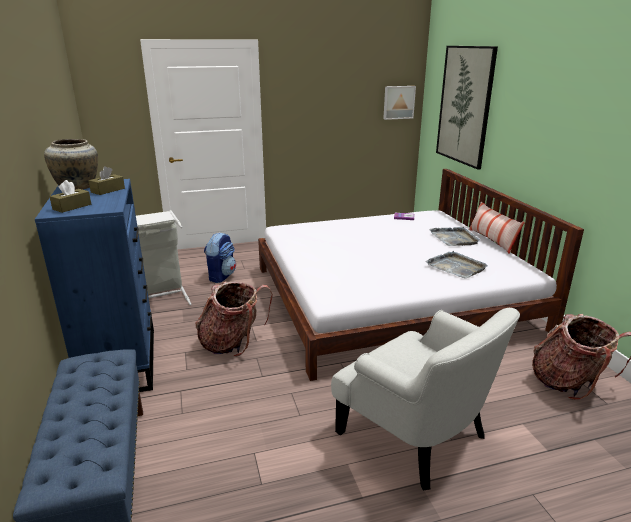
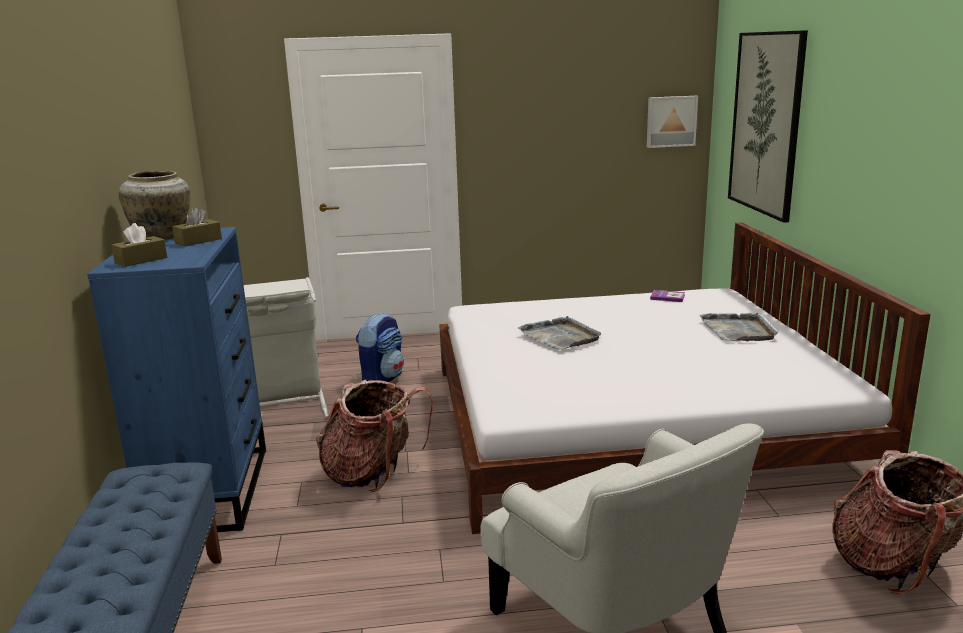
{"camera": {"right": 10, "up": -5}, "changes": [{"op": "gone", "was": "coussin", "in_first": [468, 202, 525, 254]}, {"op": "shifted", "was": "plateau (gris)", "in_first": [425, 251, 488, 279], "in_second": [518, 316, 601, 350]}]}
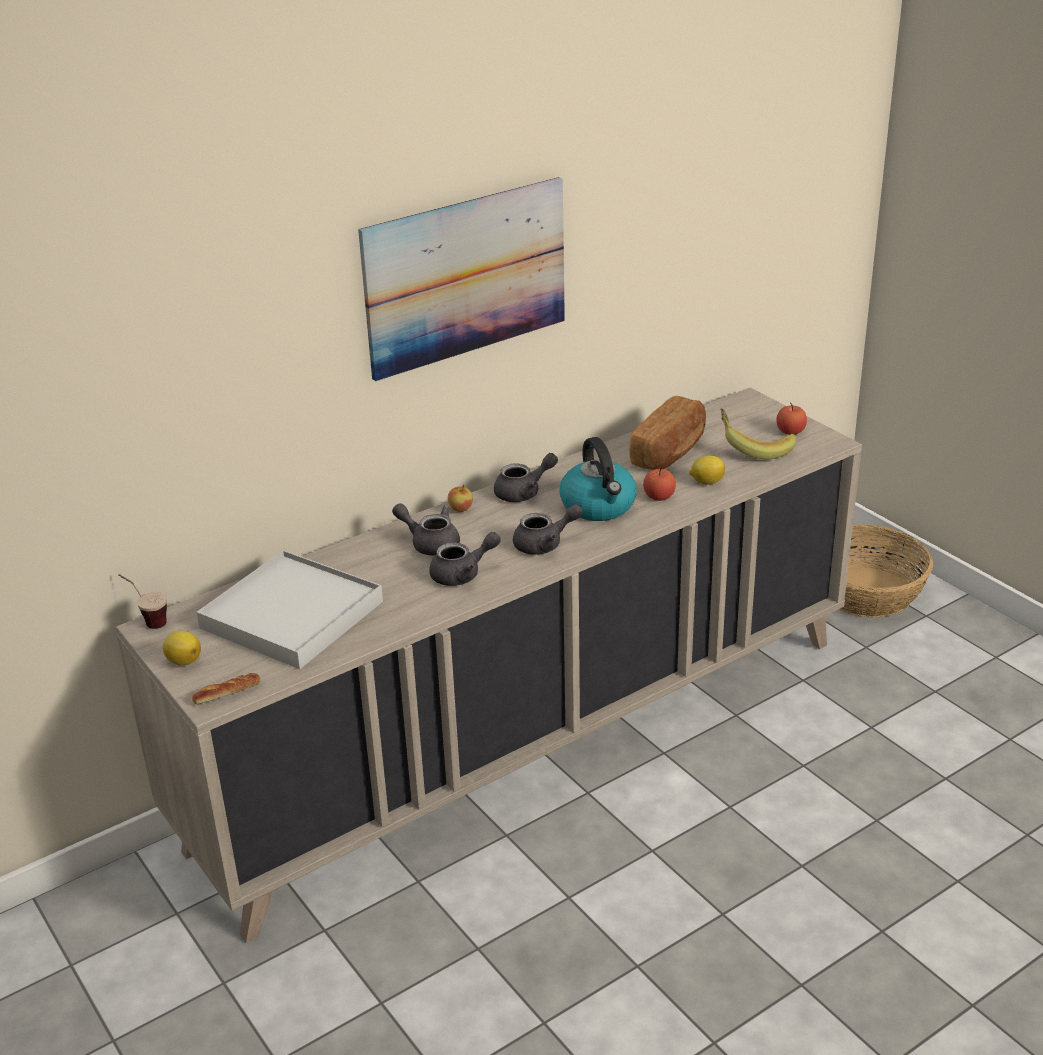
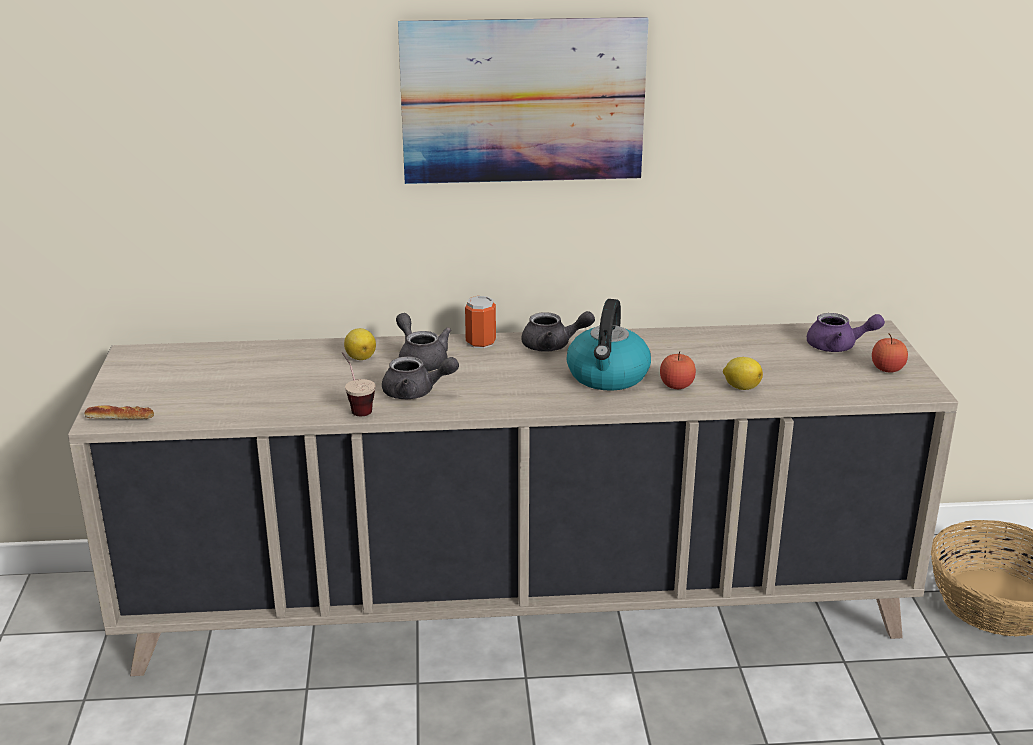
{"camera": {"right": 30, "up": -5}, "changes": [{"op": "gone", "was": "plateau (blanc)", "in_first": [197, 550, 383, 669]}, {"op": "gone", "was": "théière (gris)", "in_first": [513, 504, 583, 555]}, {"op": "gone", "was": "pain", "in_first": [629, 396, 706, 470]}, {"op": "gone", "was": "banane", "in_first": [720, 409, 796, 460]}, {"op": "new", "now": "théière (violet)", "in_second": [807, 313, 885, 352]}, {"op": "shifted", "was": "tasse", "in_first": [118, 574, 167, 629], "in_second": [342, 352, 376, 416]}, {"op": "shifted", "was": "citron", "in_first": [163, 631, 201, 665], "in_second": [344, 328, 376, 360]}, {"op": "swapped", "was": "pomme", "now": "boîte métallique", "in_first": [448, 485, 473, 512], "in_second": [465, 296, 496, 348]}]}
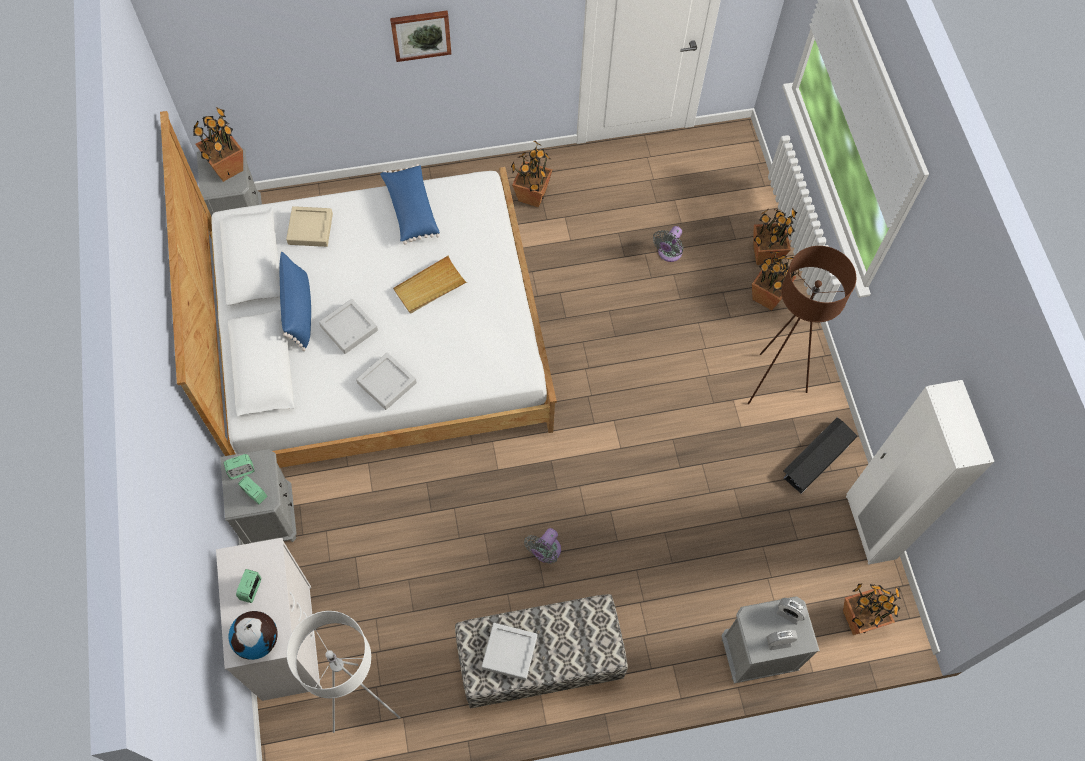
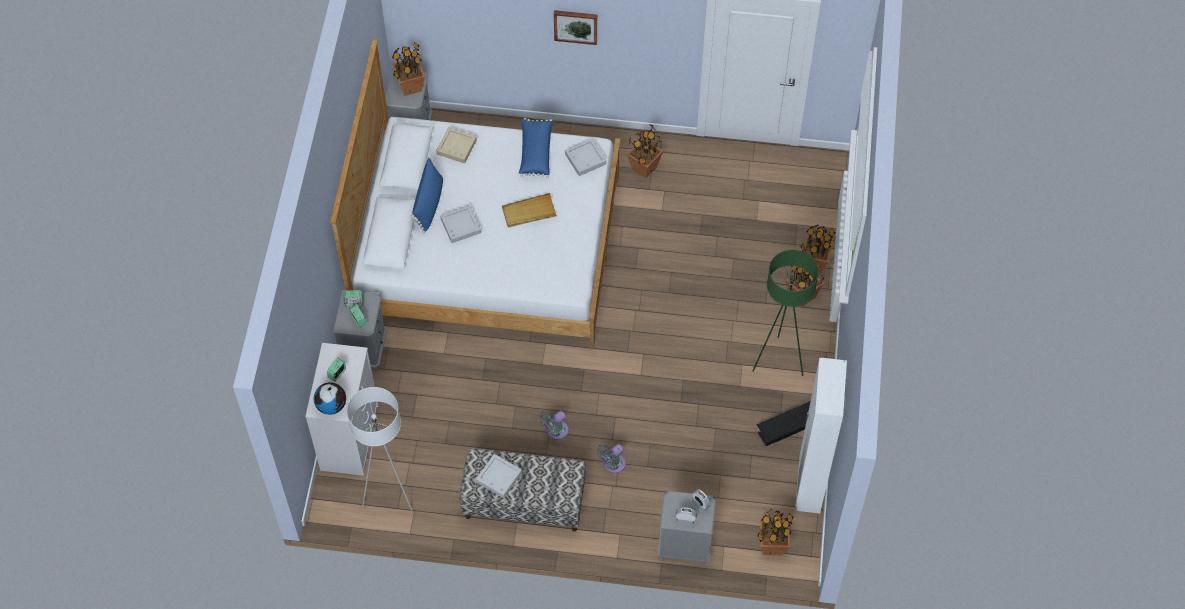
{"camera": {"right": 20, "up": -5}, "changes": [{"op": "shifted", "was": "plateau (gris)", "in_first": [356, 352, 417, 410], "in_second": [565, 138, 606, 176]}, {"op": "shifted", "was": "ventilateur (gris)", "in_first": [653, 226, 683, 262], "in_second": [597, 444, 626, 473]}, {"op": "repainted", "was": "lampadaire (marron)", "now": "lampadaire (vert)", "in_first": [748, 246, 856, 404], "in_second": [752, 250, 819, 376]}]}
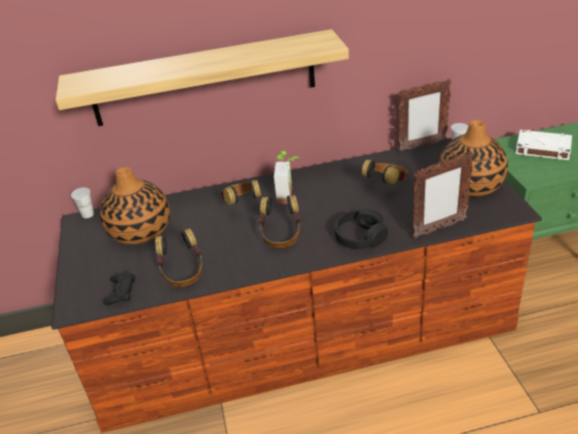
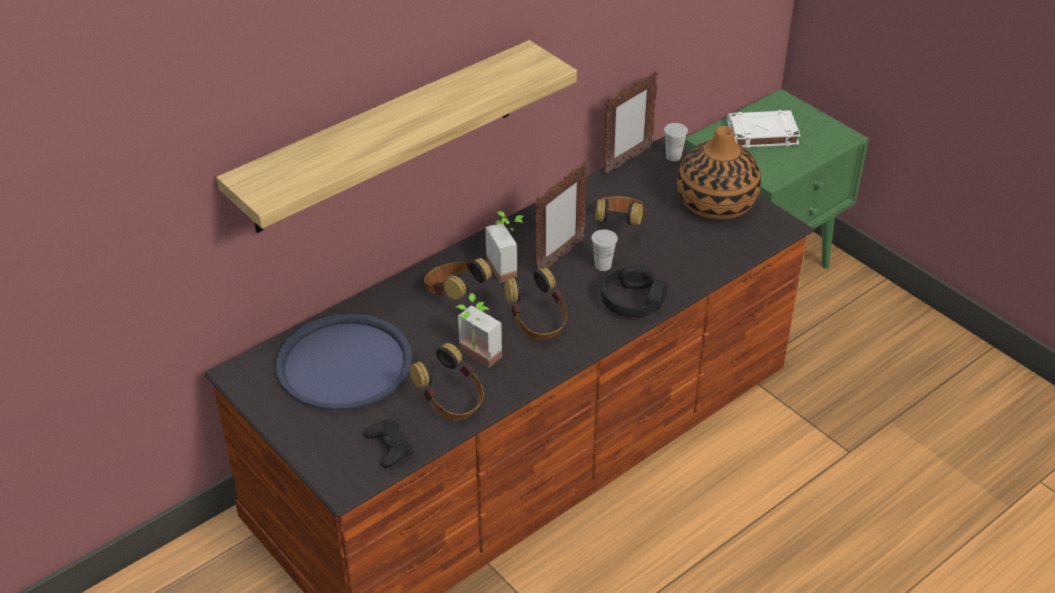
{"camera": {"right": -30, "up": 5}, "changes": [{"op": "new", "now": "plante en pot", "in_second": [456, 293, 502, 367]}, {"op": "shifted", "was": "tasse (blanc)", "in_first": [71, 188, 94, 218], "in_second": [591, 229, 618, 271]}, {"op": "shifted", "was": "cadre photo", "in_first": [412, 151, 474, 239], "in_second": [534, 161, 588, 270]}, {"op": "swapped", "was": "vase", "now": "plateau (bleu)", "in_first": [100, 167, 170, 245], "in_second": [276, 314, 412, 411]}]}
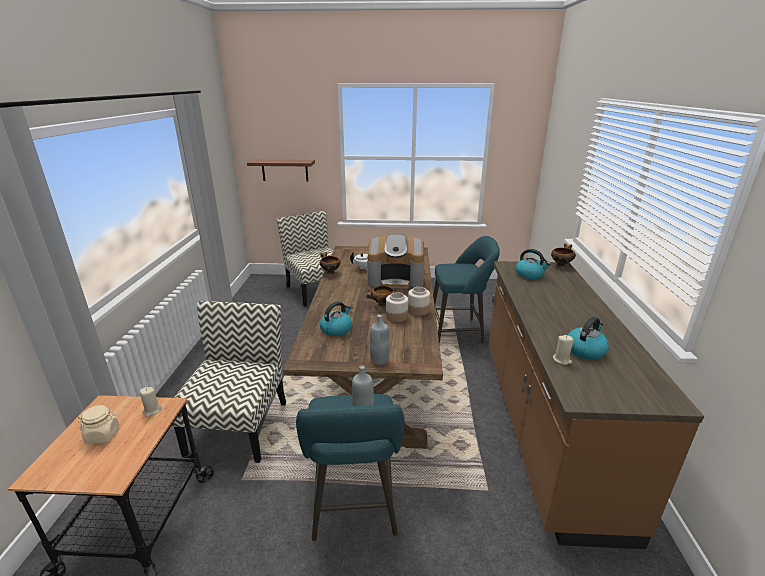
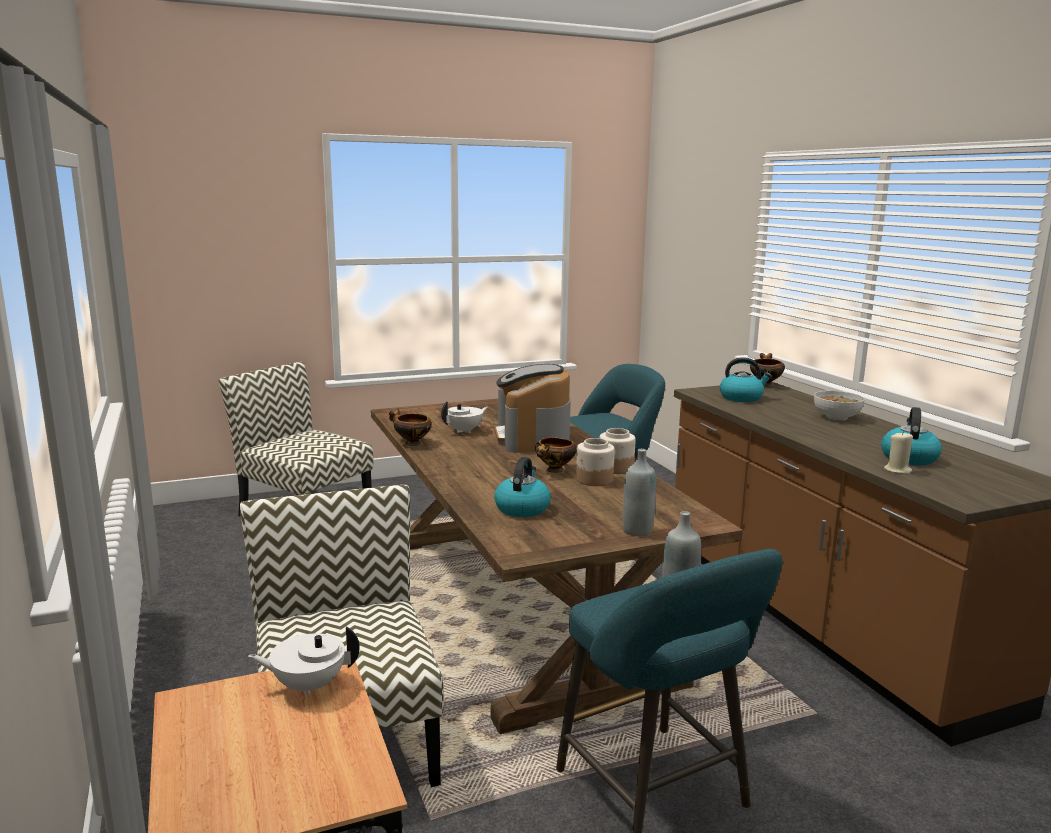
{"camera": {"right": -25, "up": -10}, "changes": [{"op": "gone", "was": "bocal (beige)", "in_first": [78, 405, 119, 444]}, {"op": "gone", "was": "étagère (marron)", "in_first": [247, 159, 315, 182]}, {"op": "new", "now": "bol", "in_second": [814, 391, 865, 421]}, {"op": "swapped", "was": "bougie (beige)", "now": "théière (blanc)", "in_first": [140, 387, 162, 417], "in_second": [248, 626, 360, 696]}, {"op": "rotated", "was": "machine à café", "in_first": [367, 234, 424, 289], "in_second": [494, 362, 571, 453], "clockwise": 105}]}
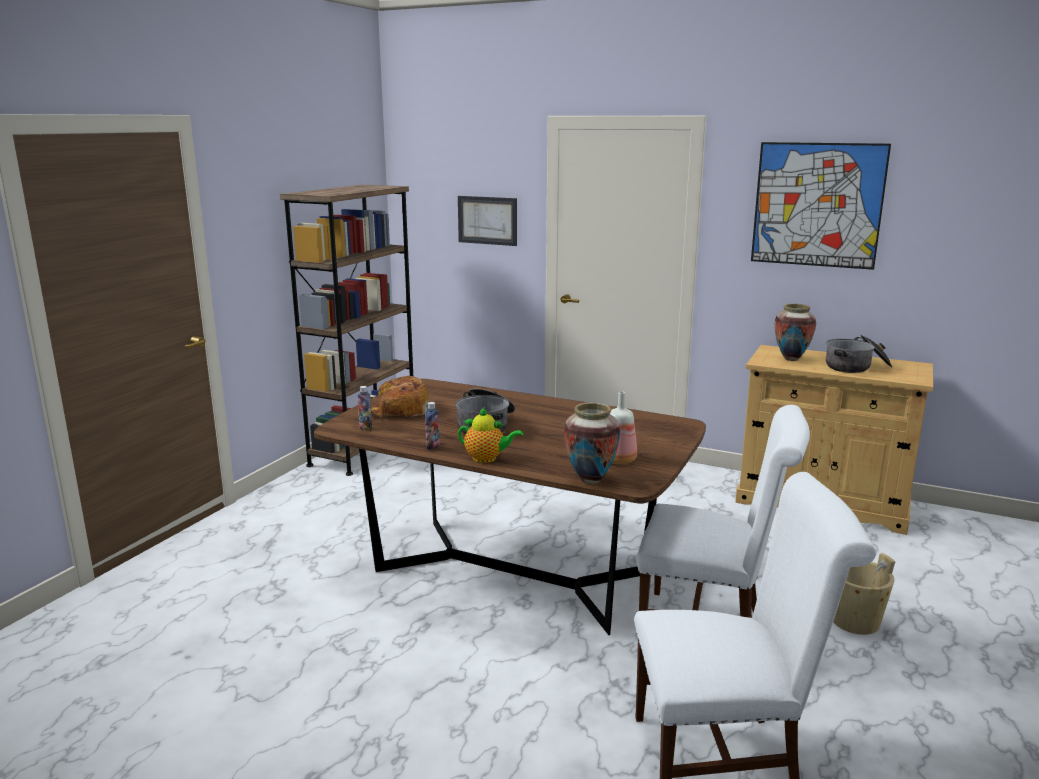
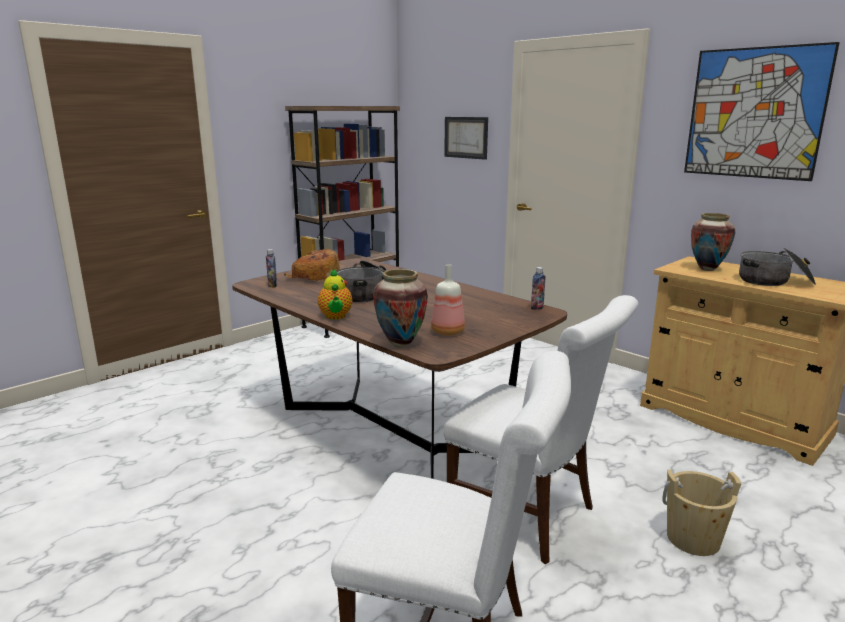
{"camera": {"right": 20, "up": 0}, "changes": [{"op": "shifted", "was": "bouteille", "in_first": [425, 402, 440, 450], "in_second": [531, 267, 546, 310]}, {"op": "rotated", "was": "théière", "in_first": [458, 407, 524, 463], "in_second": [318, 269, 353, 320], "clockwise": 45}]}
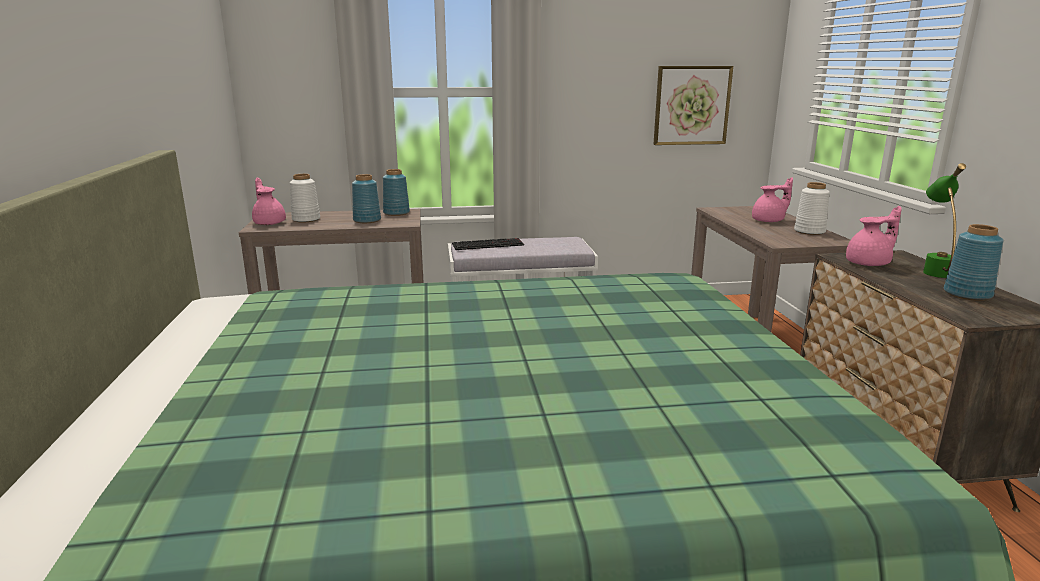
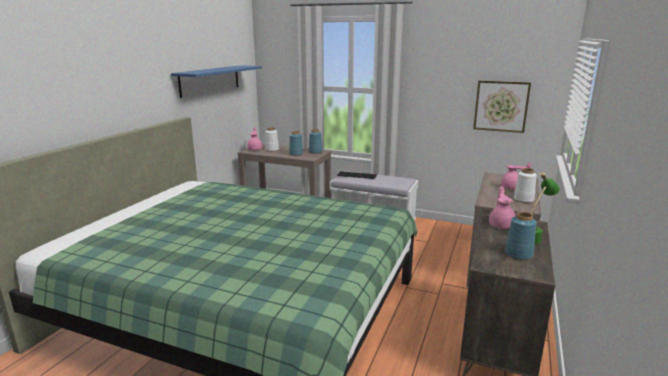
{"camera": {"right": 30, "up": 0}, "changes": [{"op": "new", "now": "étagère (bleu)", "in_second": [171, 65, 262, 98]}, {"op": "rotated", "was": "théière (rose)", "in_first": [846, 206, 902, 266], "in_second": [489, 186, 516, 229], "clockwise": -90}]}
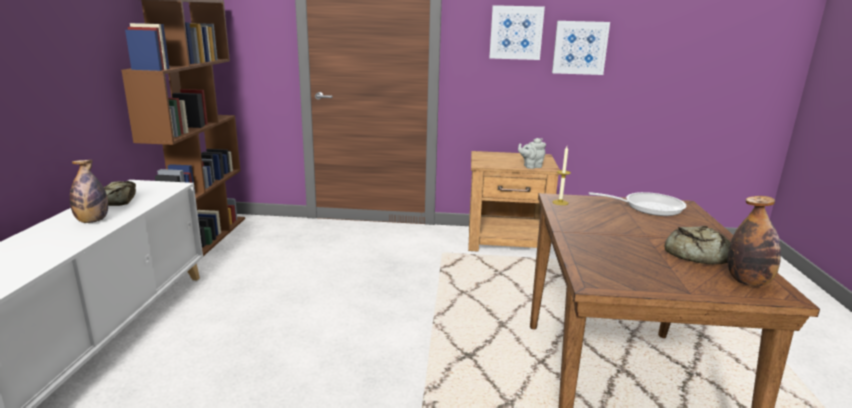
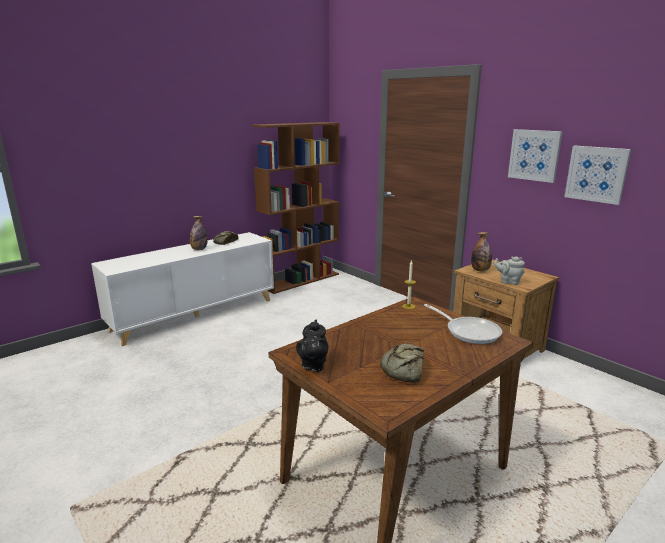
{"camera": {"right": 45, "up": 0}, "changes": [{"op": "new", "now": "théière (noir)", "in_second": [296, 320, 328, 372]}, {"op": "shifted", "was": "bouteille", "in_first": [728, 196, 781, 286], "in_second": [471, 232, 492, 271]}]}
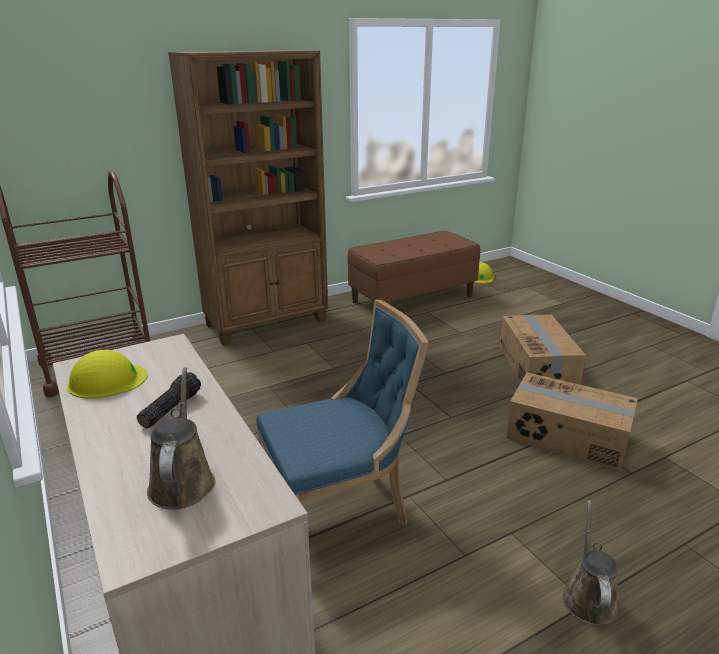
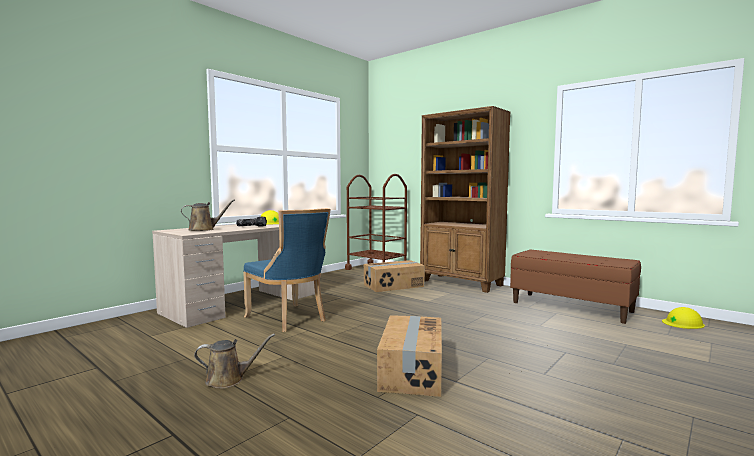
{"camera": {"right": 70, "up": -20}, "changes": [{"op": "shifted", "was": "carton", "in_first": [500, 315, 586, 385], "in_second": [364, 260, 425, 292]}]}
